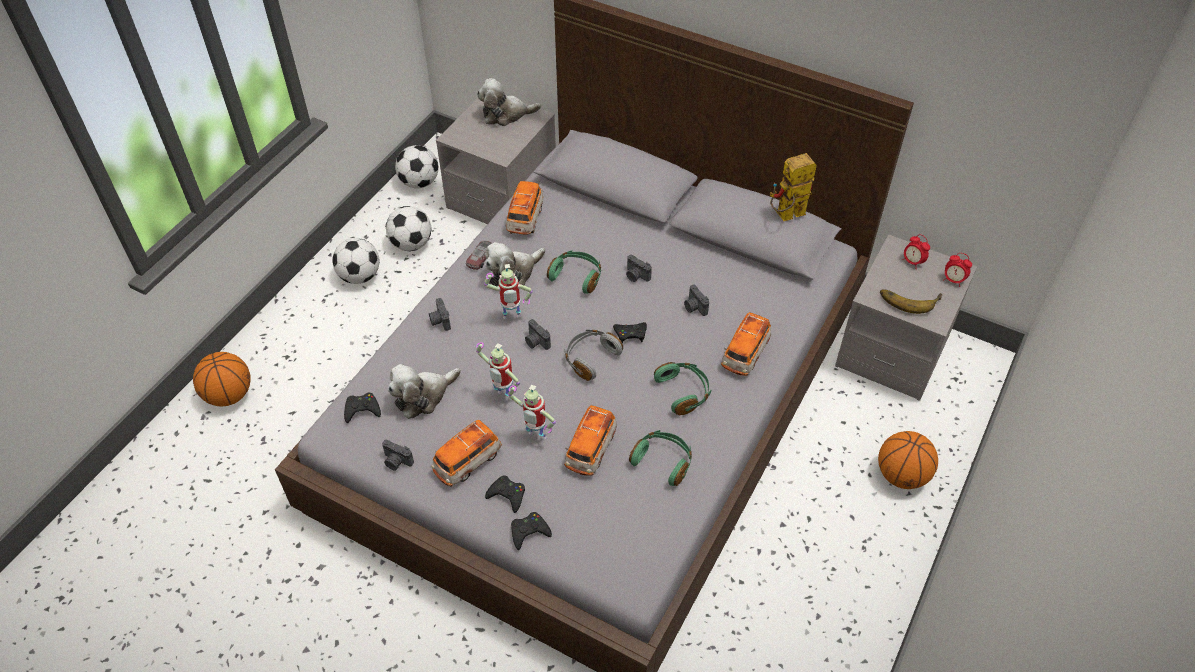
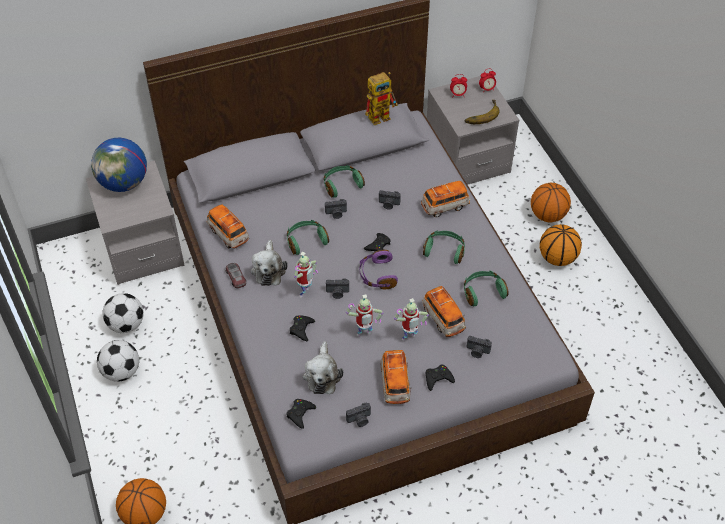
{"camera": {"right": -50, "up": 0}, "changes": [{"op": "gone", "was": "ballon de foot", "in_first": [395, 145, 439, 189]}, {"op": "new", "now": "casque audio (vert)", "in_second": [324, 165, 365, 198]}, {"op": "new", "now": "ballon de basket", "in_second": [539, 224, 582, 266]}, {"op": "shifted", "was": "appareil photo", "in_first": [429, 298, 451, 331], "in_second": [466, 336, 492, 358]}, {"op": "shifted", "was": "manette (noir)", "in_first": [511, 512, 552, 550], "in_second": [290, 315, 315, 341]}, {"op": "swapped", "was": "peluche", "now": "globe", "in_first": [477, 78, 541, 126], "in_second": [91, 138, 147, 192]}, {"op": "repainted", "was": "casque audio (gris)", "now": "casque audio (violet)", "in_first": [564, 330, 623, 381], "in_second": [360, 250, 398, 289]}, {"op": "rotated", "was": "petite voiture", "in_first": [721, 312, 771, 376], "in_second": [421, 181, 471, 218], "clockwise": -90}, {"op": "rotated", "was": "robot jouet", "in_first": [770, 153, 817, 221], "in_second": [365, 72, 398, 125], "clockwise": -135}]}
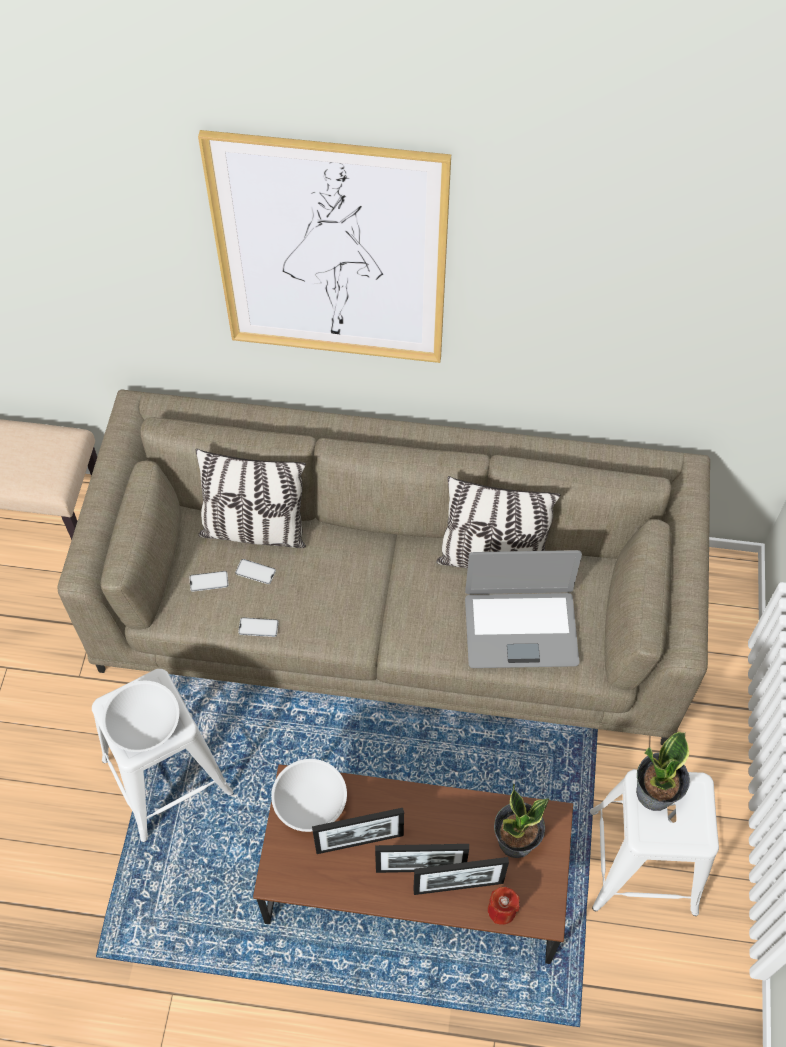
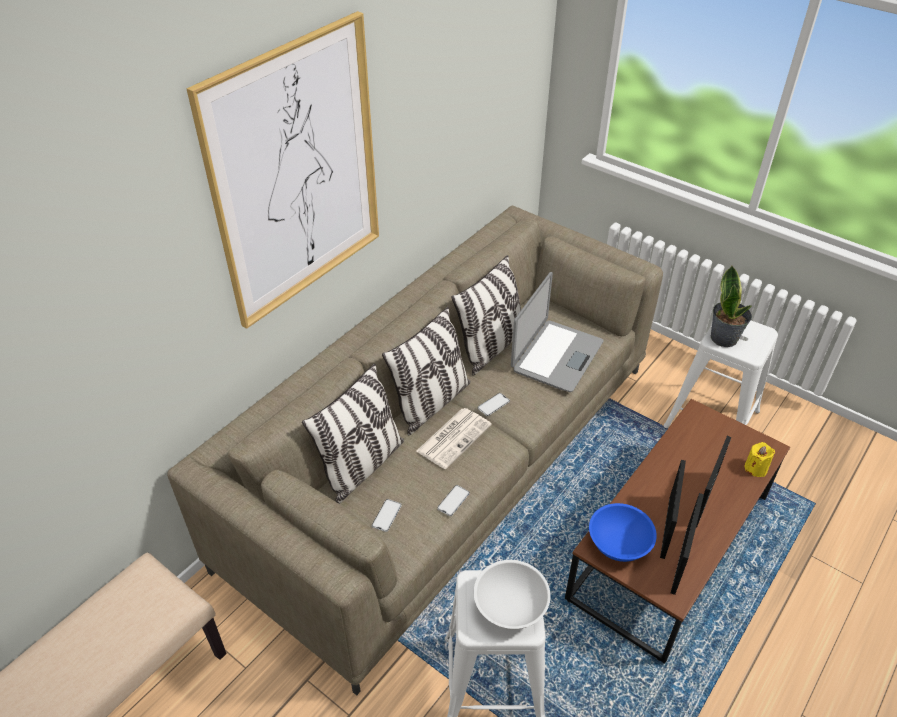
{"camera": {"right": -60, "up": -15}, "changes": [{"op": "gone", "was": "plante en pot", "in_first": [494, 784, 549, 858]}, {"op": "new", "now": "coussin", "in_second": [382, 307, 471, 436]}, {"op": "new", "now": "journal", "in_second": [416, 408, 492, 469]}, {"op": "shifted", "was": "téléphone", "in_first": [235, 559, 276, 584], "in_second": [478, 393, 510, 416]}, {"op": "shifted", "was": "cadre photo", "in_first": [413, 857, 509, 895], "in_second": [671, 493, 704, 595]}, {"op": "repainted", "was": "bol (blanc)", "now": "bol (bleu)", "in_first": [271, 759, 347, 832], "in_second": [589, 503, 657, 562]}, {"op": "repainted", "was": "bougie (rouge)", "now": "bougie (jaune)", "in_first": [488, 887, 520, 925], "in_second": [745, 442, 775, 477]}]}
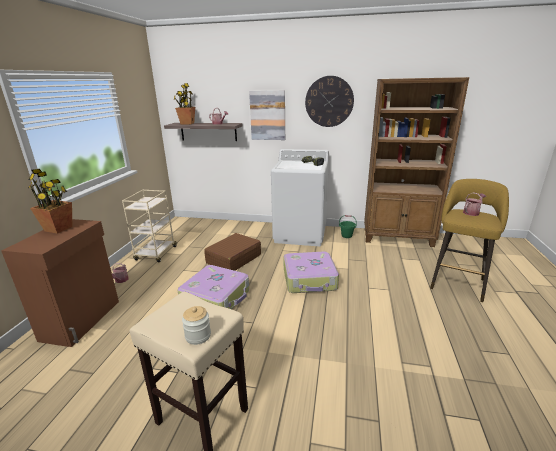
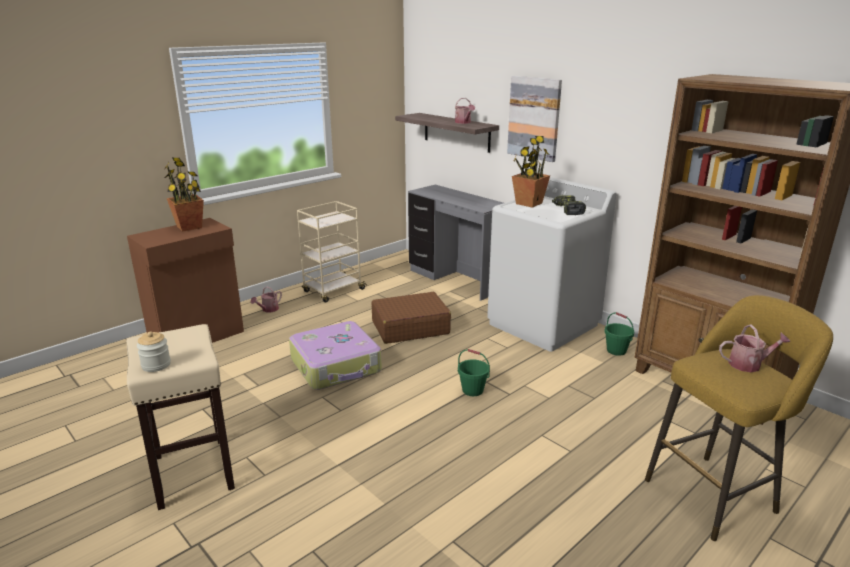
{"camera": {"right": 35, "up": 0}, "changes": [{"op": "gone", "was": "horloge murale", "in_first": [305, 76, 354, 127]}, {"op": "new", "now": "bureau (gris)", "in_second": [408, 185, 503, 301]}, {"op": "shifted", "was": "plante en pot", "in_first": [174, 83, 195, 125], "in_second": [512, 136, 550, 208]}, {"op": "swapped", "was": "valise", "now": "seau (vert)", "in_first": [284, 251, 339, 293], "in_second": [458, 349, 490, 396]}]}
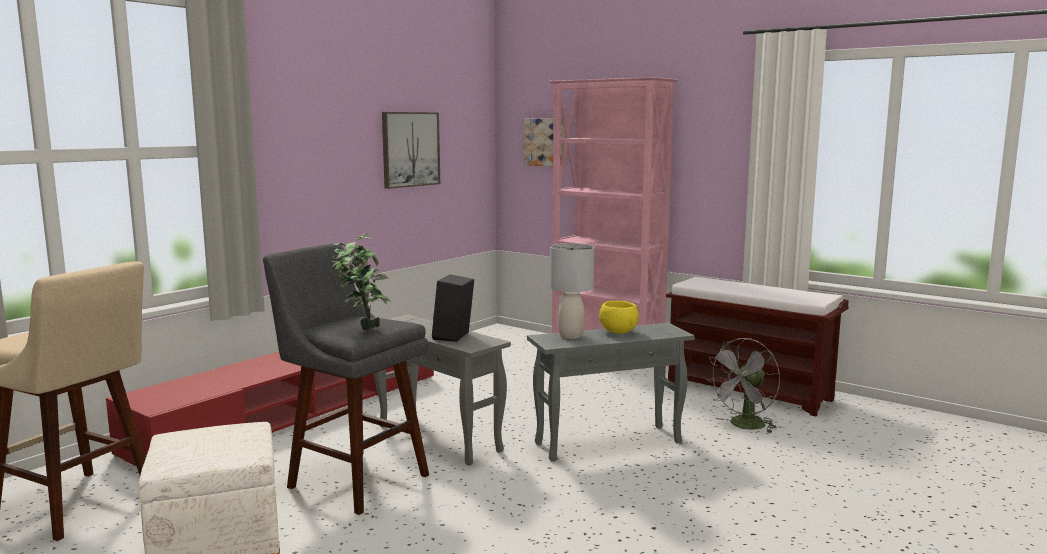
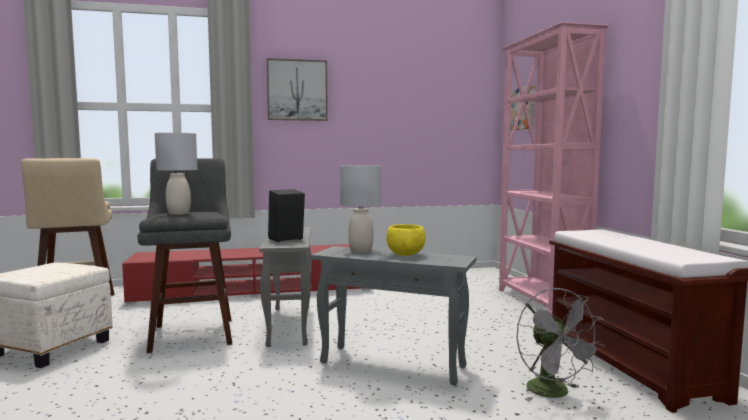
{"camera": {"right": 40, "up": -5}, "changes": [{"op": "shifted", "was": "tableau", "in_first": [382, 112, 440, 189], "in_second": [267, 58, 328, 121]}, {"op": "swapped", "was": "plante en pot", "now": "lampe de table (gris)", "in_first": [331, 233, 391, 330], "in_second": [155, 133, 197, 215]}, {"op": "rotated", "was": "ventilateur (gris)", "in_first": [707, 338, 780, 433], "in_second": [517, 288, 605, 401], "clockwise": -105}]}
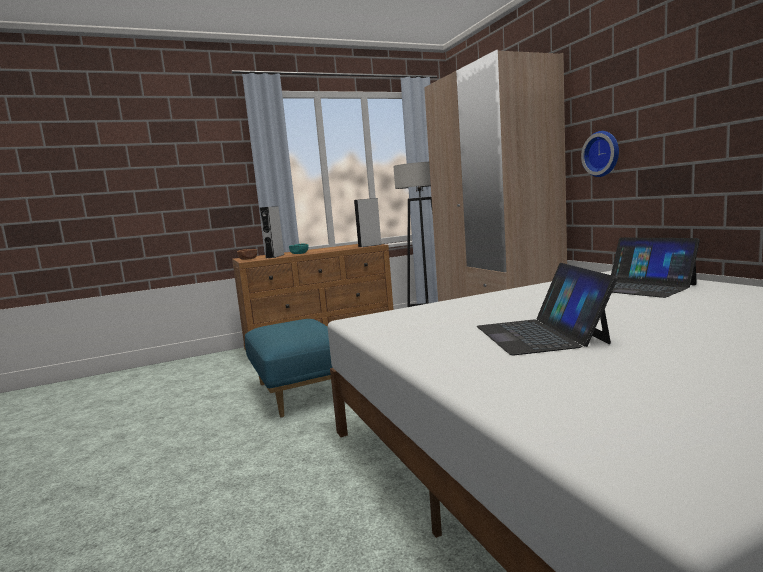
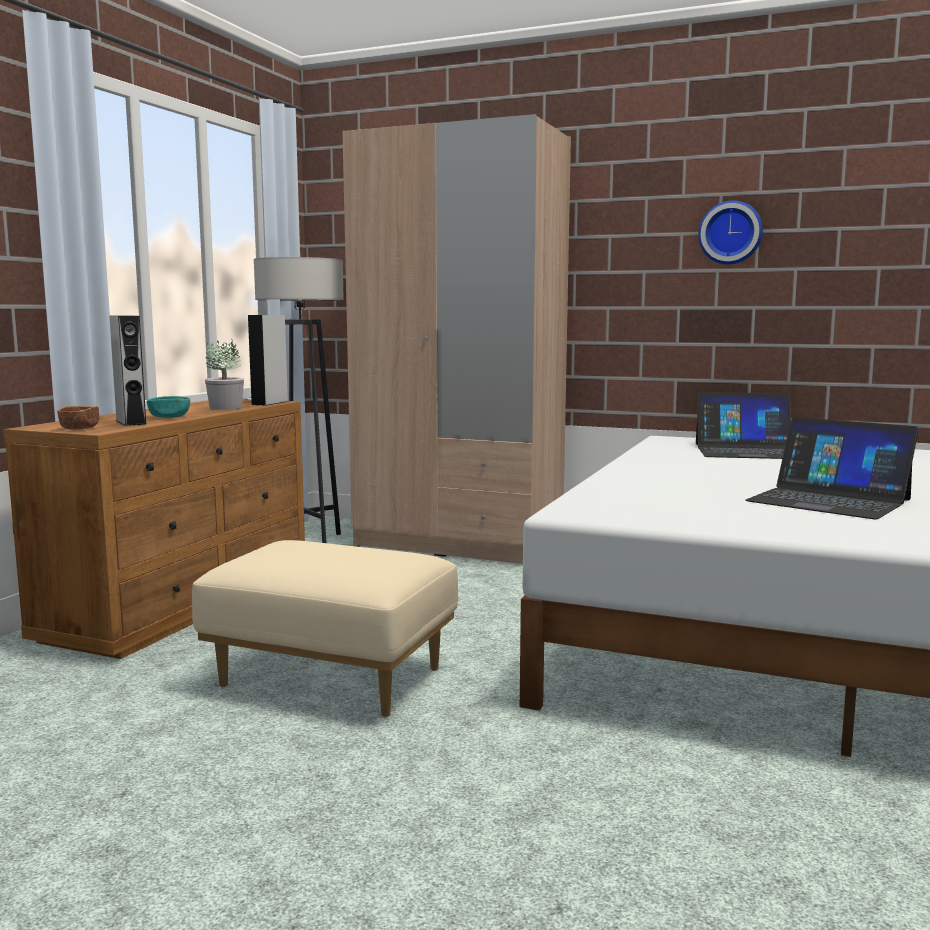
{"camera": {"right": -45, "up": 0}, "changes": [{"op": "new", "now": "plante en pot", "in_second": [205, 338, 244, 410]}, {"op": "shifted", "was": "horloge murale", "in_first": [581, 131, 619, 177], "in_second": [698, 200, 763, 264]}, {"op": "repainted", "was": "pouf (bleu)", "now": "pouf (beige)", "in_first": [245, 319, 333, 418], "in_second": [192, 540, 458, 717]}]}
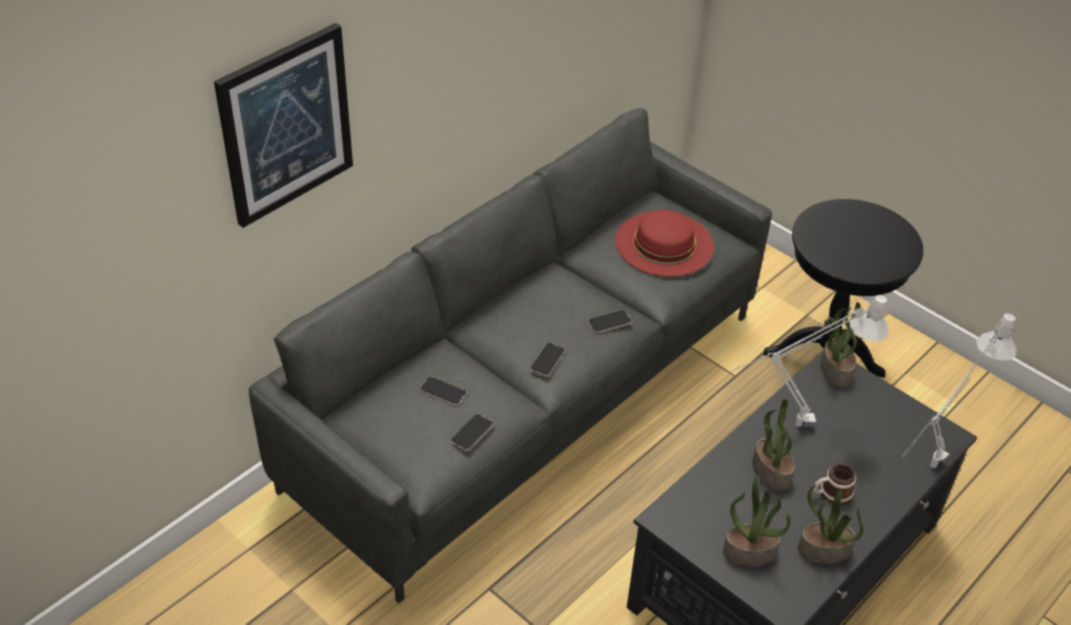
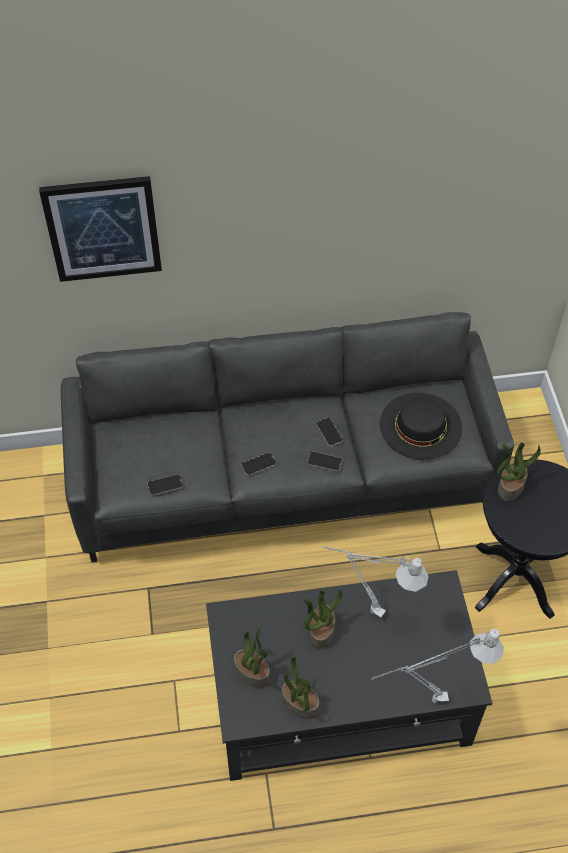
{"camera": {"right": 40, "up": 10}, "changes": [{"op": "gone", "was": "mug", "in_first": [813, 464, 856, 505]}, {"op": "shifted", "was": "téléphone", "in_first": [420, 376, 467, 406], "in_second": [316, 418, 343, 446]}, {"op": "shifted", "was": "plante en pot", "in_first": [820, 302, 861, 388], "in_second": [497, 443, 541, 501]}, {"op": "repainted", "was": "chapeau (rouge)", "now": "chapeau (noir)", "in_first": [615, 210, 714, 277], "in_second": [380, 393, 462, 460]}]}
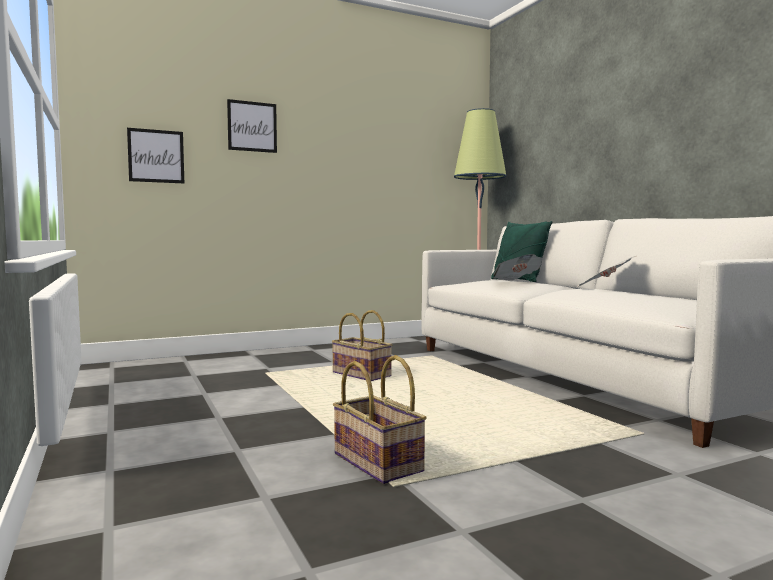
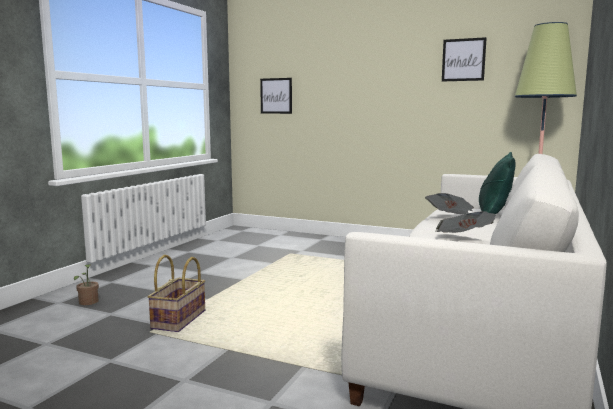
{"camera": {"right": 50, "up": 5}, "changes": [{"op": "gone", "was": "panier", "in_first": [332, 310, 392, 381]}, {"op": "new", "now": "plante en pot", "in_second": [74, 264, 99, 305]}, {"op": "shifted", "was": "tableau", "in_first": [227, 99, 277, 153], "in_second": [442, 37, 487, 81]}]}
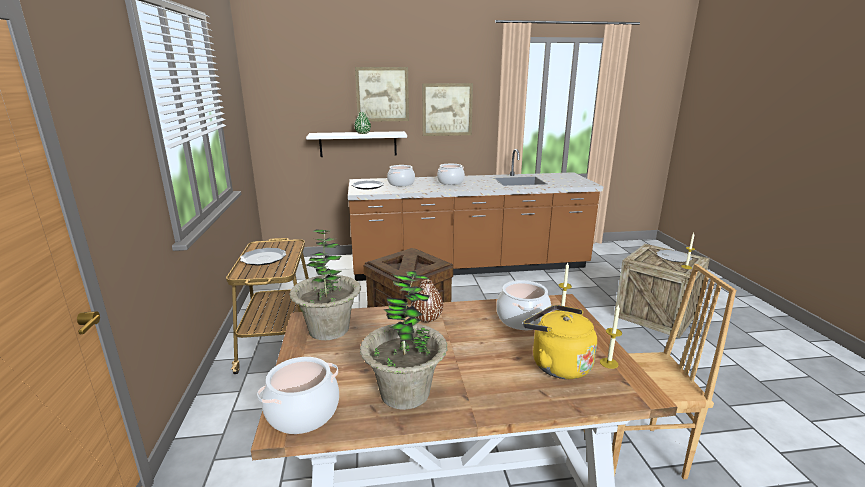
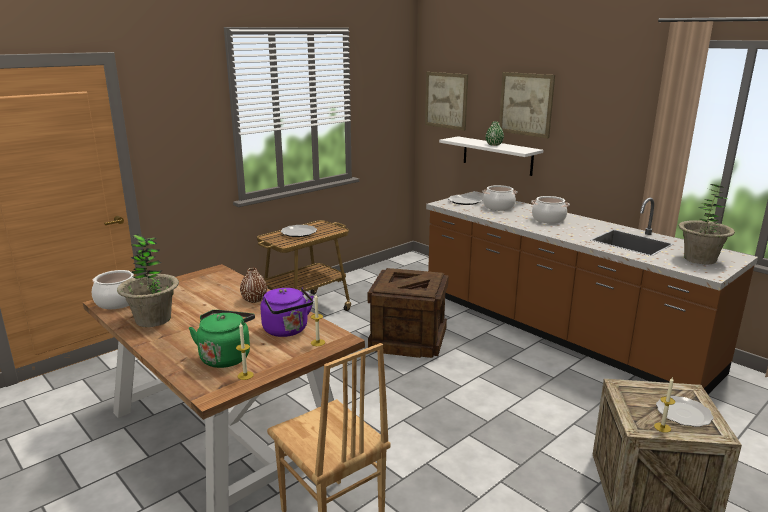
{"camera": {"right": 55, "up": 0}, "changes": [{"op": "shifted", "was": "plante en pot", "in_first": [289, 229, 361, 340], "in_second": [678, 184, 735, 264]}, {"op": "shifted", "was": "tableau", "in_first": [422, 83, 473, 136], "in_second": [425, 72, 468, 131]}, {"op": "swapped", "was": "marmite", "now": "bouilloire (violet)", "in_first": [496, 280, 551, 330], "in_second": [260, 287, 314, 337]}, {"op": "repainted", "was": "bouilloire (jaune)", "now": "bouilloire (vert)", "in_first": [523, 305, 597, 379], "in_second": [189, 310, 255, 368]}]}
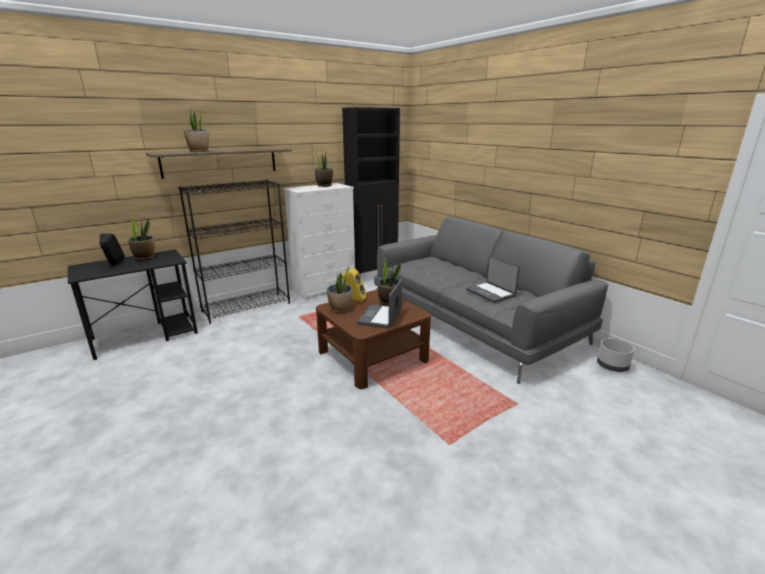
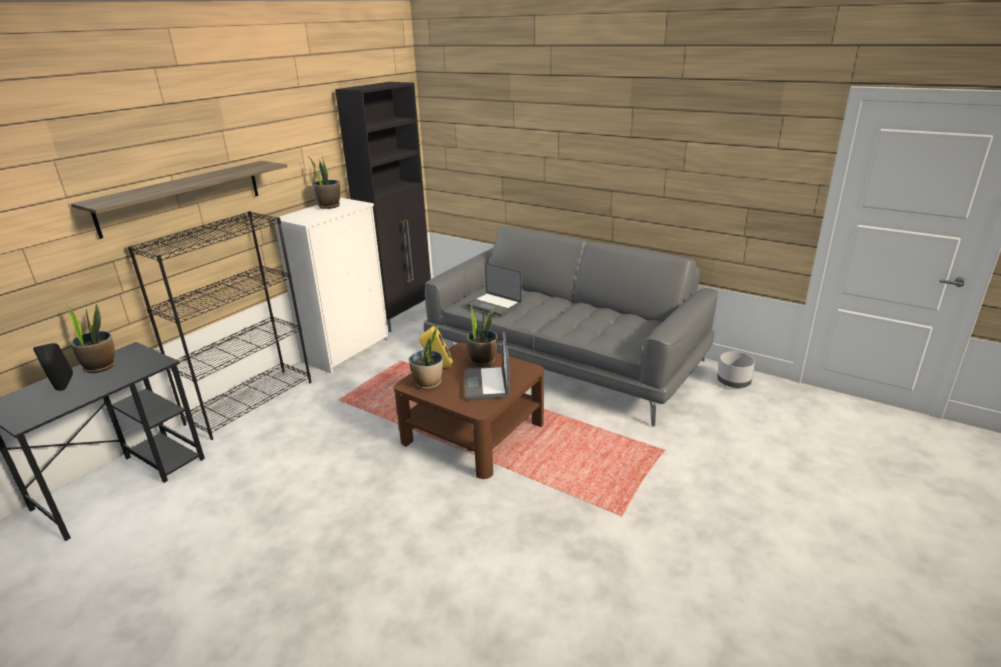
{"camera": {"right": -20, "up": 5}, "changes": [{"op": "gone", "was": "plante en pot", "in_first": [184, 107, 209, 152]}, {"op": "shifted", "was": "ordinateur portable", "in_first": [466, 256, 520, 303], "in_second": [466, 263, 522, 316]}]}
